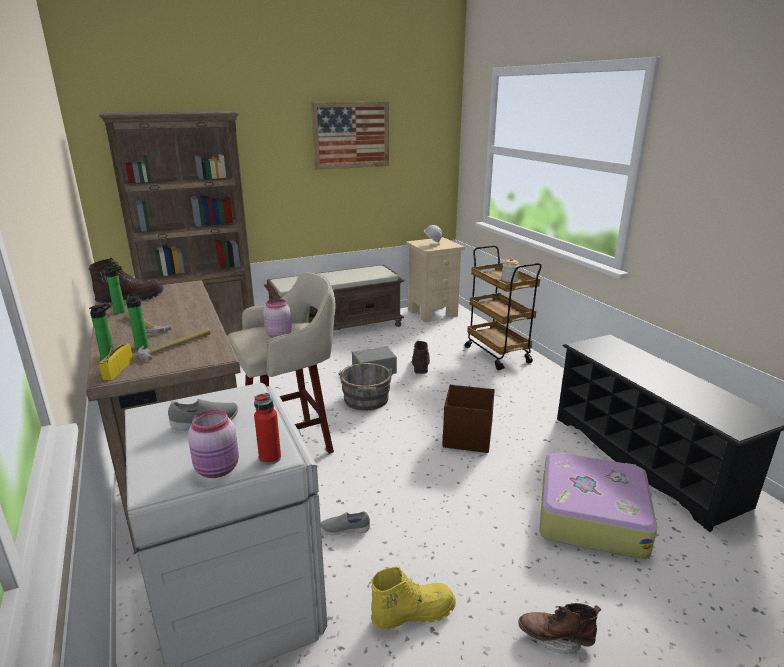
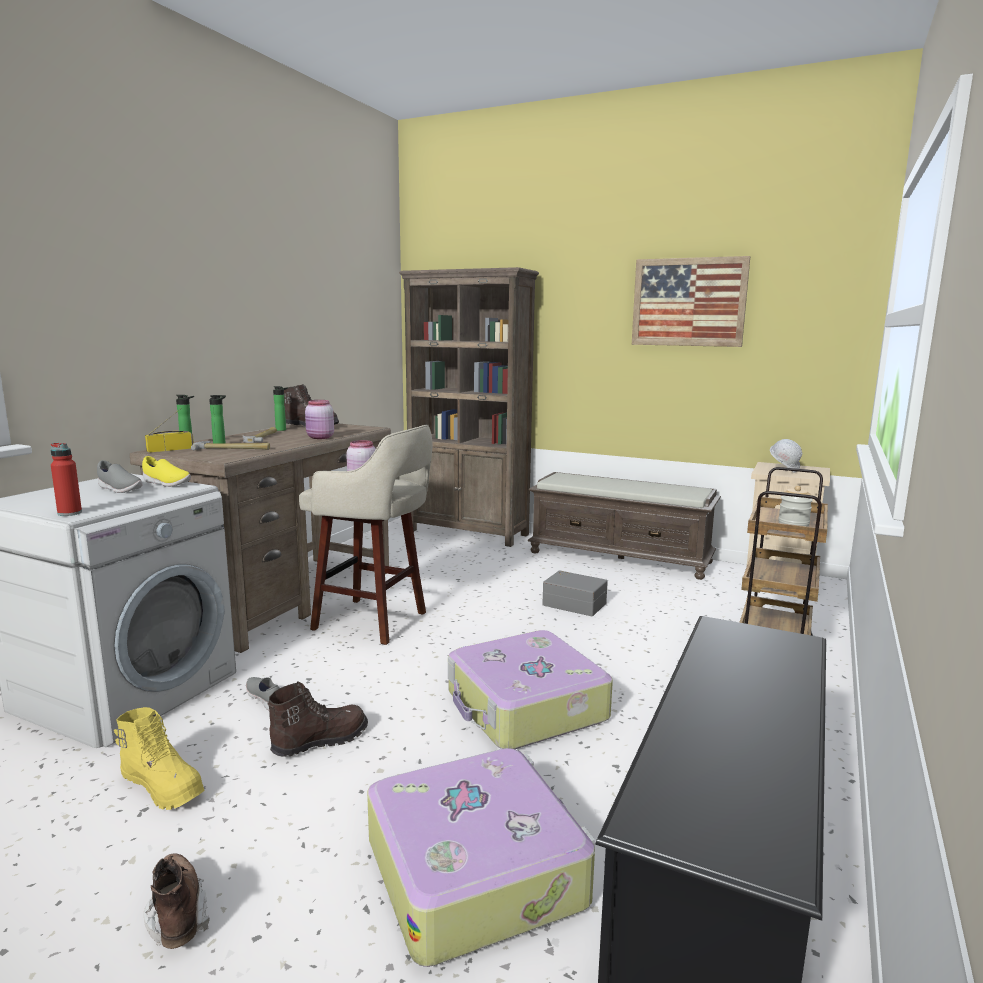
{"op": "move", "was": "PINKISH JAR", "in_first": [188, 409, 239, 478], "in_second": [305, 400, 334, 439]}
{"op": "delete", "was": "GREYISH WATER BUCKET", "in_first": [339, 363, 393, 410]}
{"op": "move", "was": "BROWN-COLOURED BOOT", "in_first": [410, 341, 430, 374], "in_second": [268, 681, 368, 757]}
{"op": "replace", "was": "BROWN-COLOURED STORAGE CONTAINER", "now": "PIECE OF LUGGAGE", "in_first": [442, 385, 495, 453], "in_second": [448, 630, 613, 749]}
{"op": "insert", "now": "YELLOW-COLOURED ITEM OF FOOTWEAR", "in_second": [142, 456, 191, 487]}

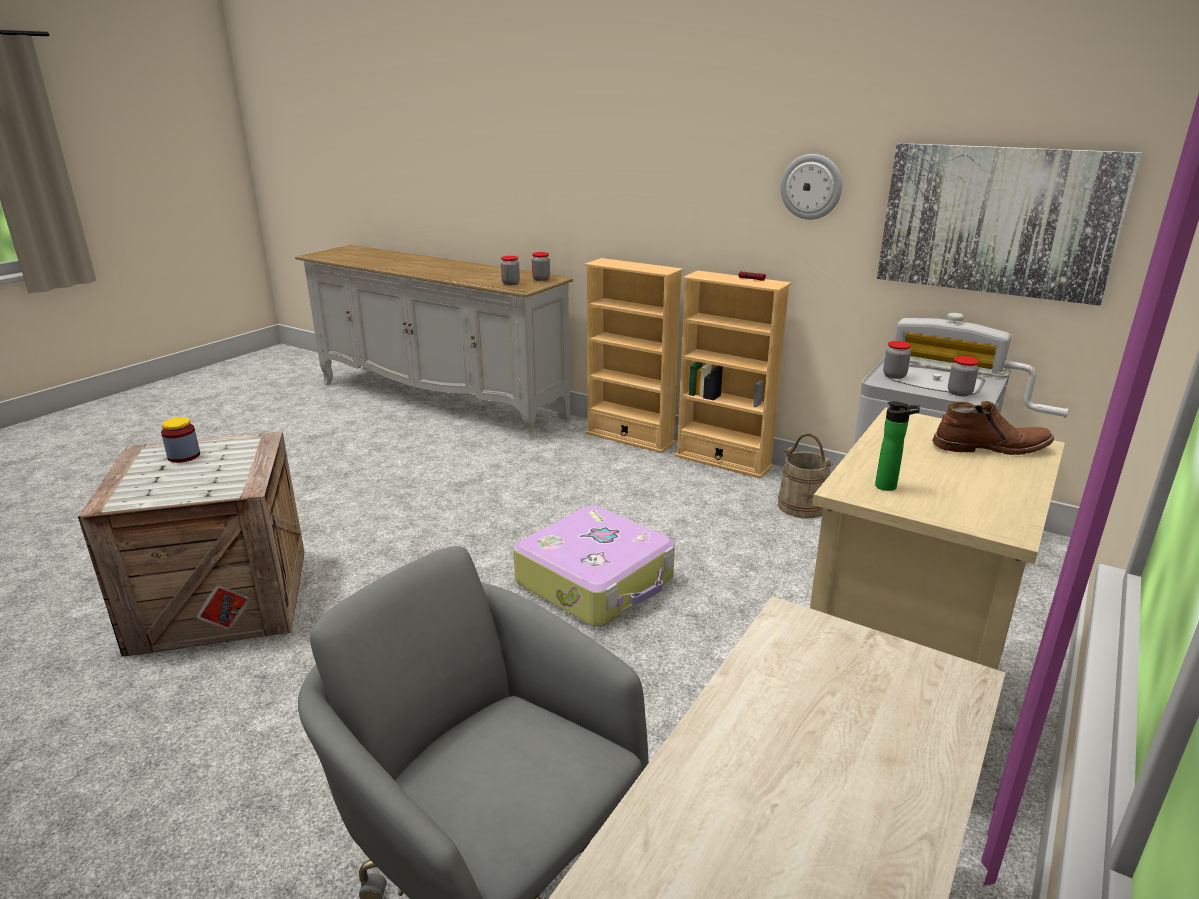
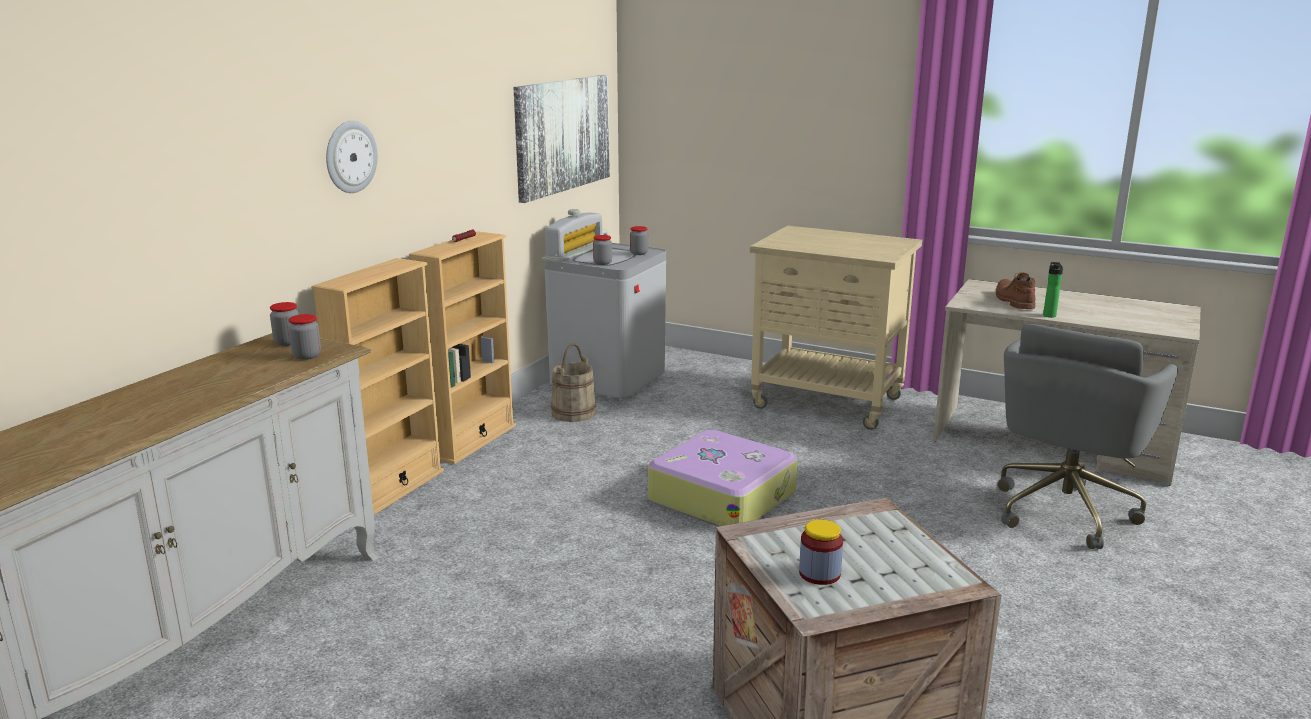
{"op": "move", "was": "HANGING CLOCK", "in_first": [781, 154, 842, 220], "in_second": [326, 121, 378, 193]}
{"op": "move", "was": "DRINK BOTTLE", "in_first": [875, 401, 920, 491], "in_second": [1043, 262, 1063, 318]}
{"op": "move", "was": "BROWN-COLOURED BOOT", "in_first": [932, 401, 1054, 455], "in_second": [996, 272, 1036, 309]}

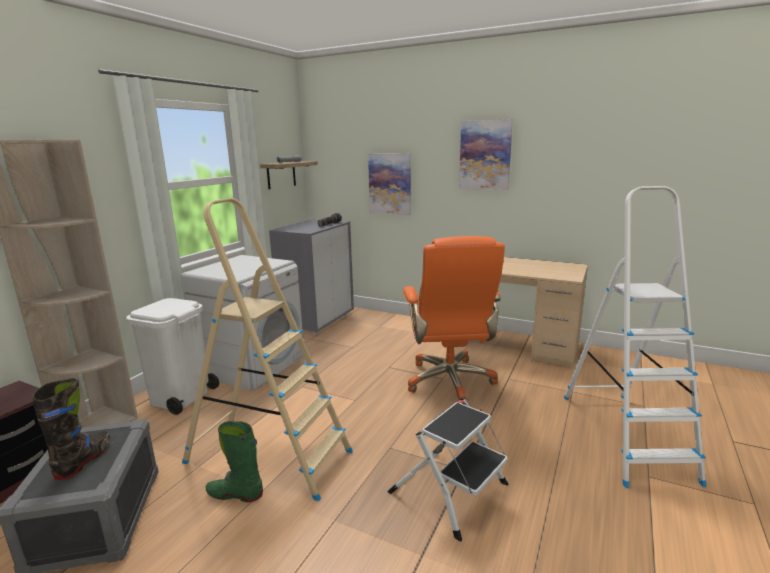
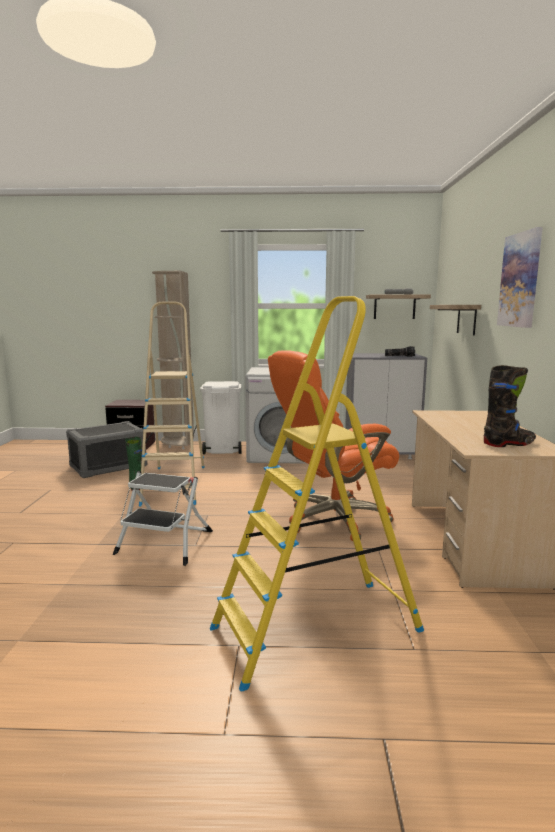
{"op": "move", "was": "BLACK-COLOURED BOOT", "in_first": [33, 378, 110, 480], "in_second": [484, 365, 536, 447]}
{"op": "replace", "was": "WALL ART", "now": "WALL SHELF", "in_first": [368, 153, 411, 215], "in_second": [430, 305, 481, 335]}
{"op": "recolor", "was": "WHITISH STEP STOOL", "now": "YELLOW-COLOURED STEP STOOL", "in_first": [564, 186, 706, 488], "in_second": [210, 296, 424, 691]}

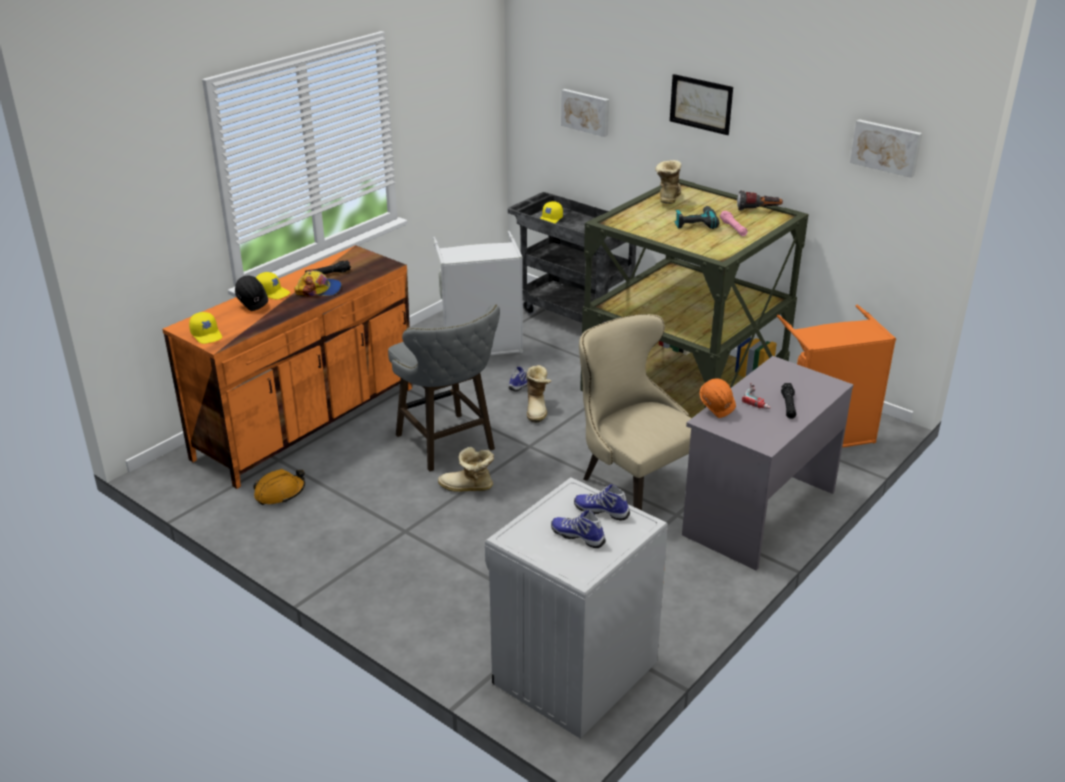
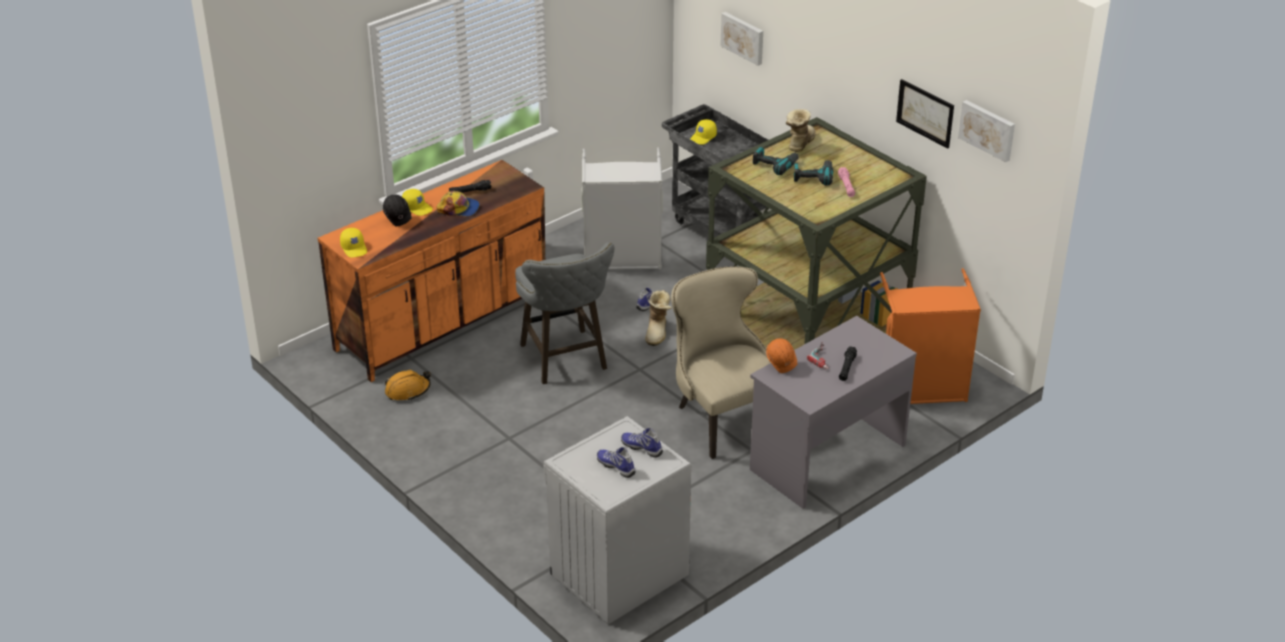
{"op": "delete", "was": "BOOT", "in_first": [438, 447, 494, 492]}
{"op": "move", "was": "WALL ART", "in_first": [670, 74, 733, 135], "in_second": [896, 79, 954, 149]}
{"op": "delete", "was": "HAND TORCH", "in_first": [737, 190, 783, 210]}
{"op": "insert", "now": "POWER DRILL", "in_second": [753, 147, 799, 175]}

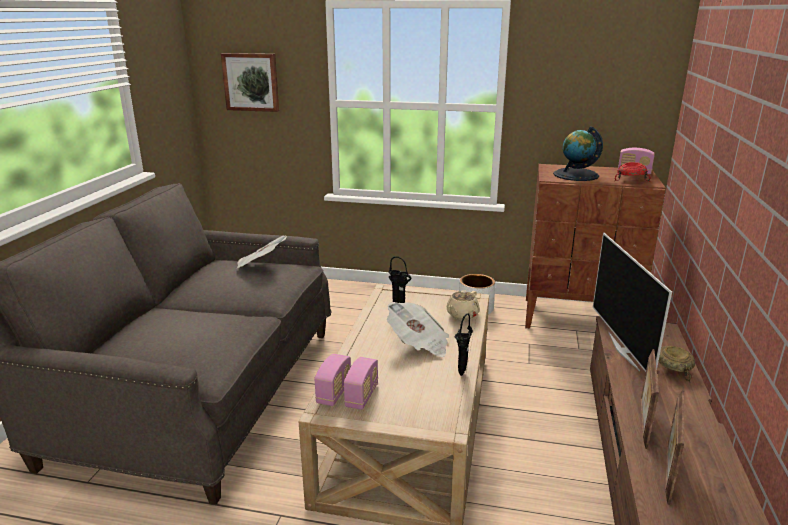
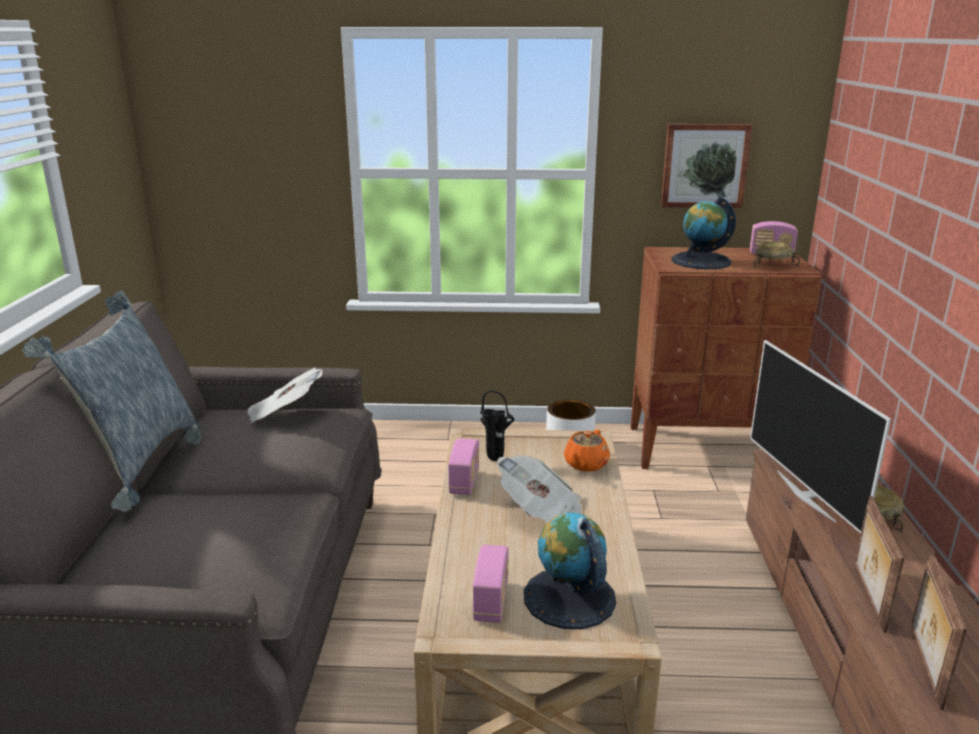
{"op": "move", "was": "WALL ART", "in_first": [221, 53, 279, 112], "in_second": [661, 124, 753, 208]}
{"op": "move", "was": "RADIO SET", "in_first": [314, 354, 351, 406], "in_second": [448, 438, 479, 495]}
{"op": "recolor", "was": "SAND-COLOURED POT FOR TEA", "now": "ORANGE POT FOR TEA", "in_first": [447, 290, 480, 320], "in_second": [564, 429, 610, 472]}
{"op": "delete", "was": "BLACK-COLOURED DECORATIVE VASE", "in_first": [454, 313, 473, 376]}
{"op": "recolor", "was": "RED BOWL", "now": "SAND-COLOURED BOWL", "in_first": [614, 162, 650, 182], "in_second": [753, 241, 800, 268]}
{"op": "insert", "now": "THROW PILLOW", "in_second": [22, 290, 202, 513]}
{"op": "insert", "now": "WORLD GLOBE", "in_second": [524, 512, 616, 629]}

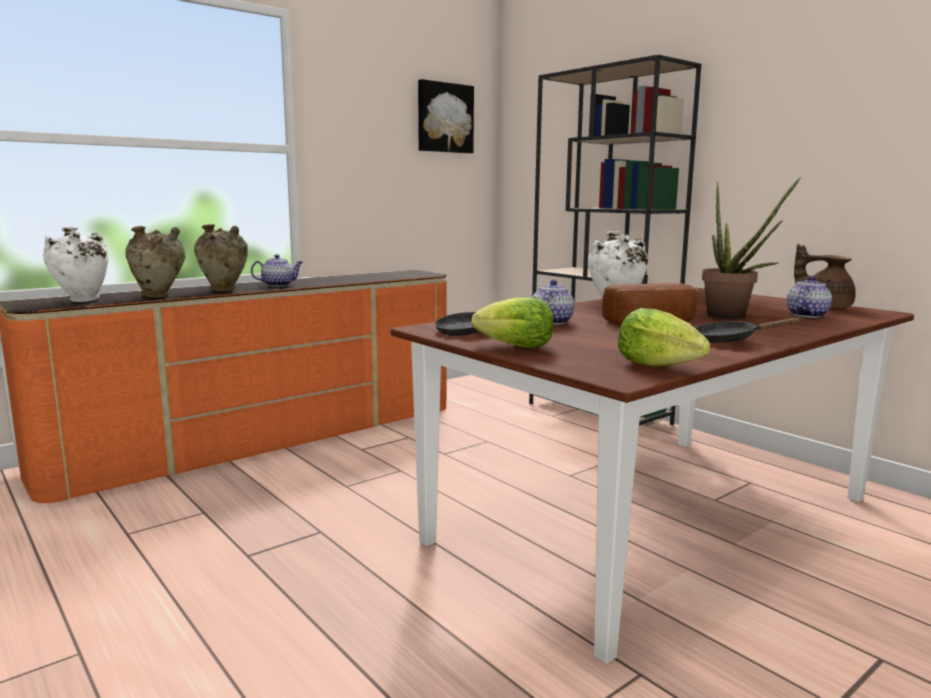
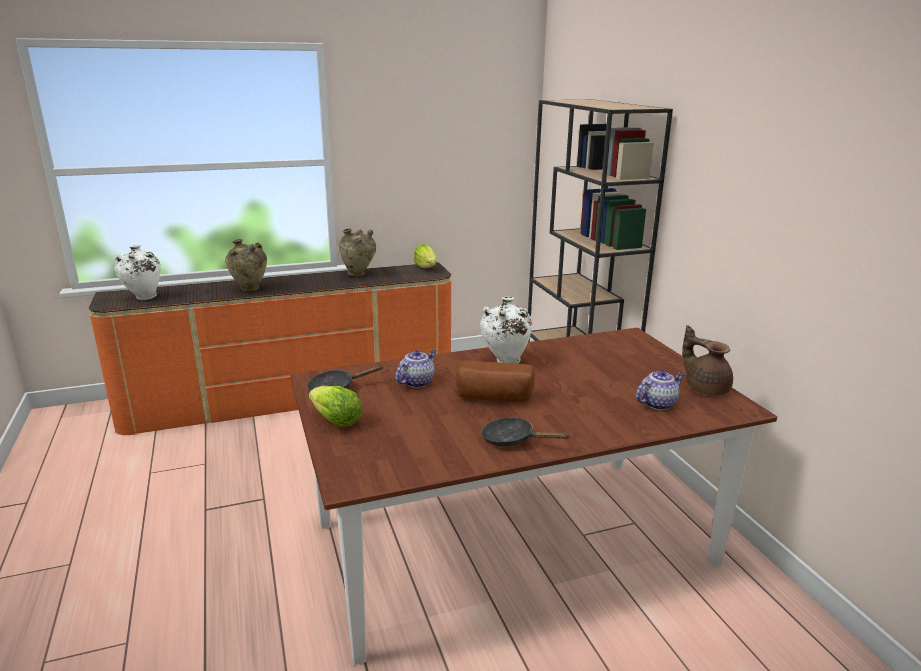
{"op": "move", "was": "SAND-COLOURED DECORATIVE VASE", "in_first": [125, 226, 186, 297], "in_second": [339, 228, 376, 277]}
{"op": "delete", "was": "POT FOR TEA", "in_first": [251, 254, 302, 286]}
{"op": "delete", "was": "WALL ART", "in_first": [418, 79, 474, 153]}
{"op": "move", "was": "LETTUCE HEAD", "in_first": [618, 308, 710, 367], "in_second": [414, 244, 437, 268]}
{"op": "delete", "was": "POTTED PLANT", "in_first": [702, 177, 800, 319]}

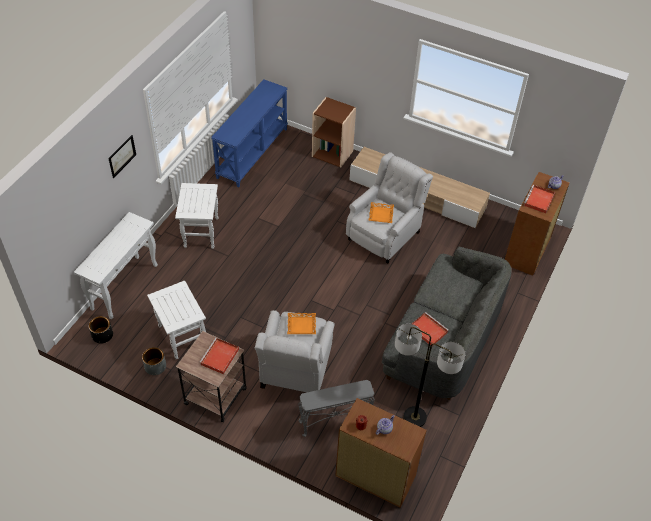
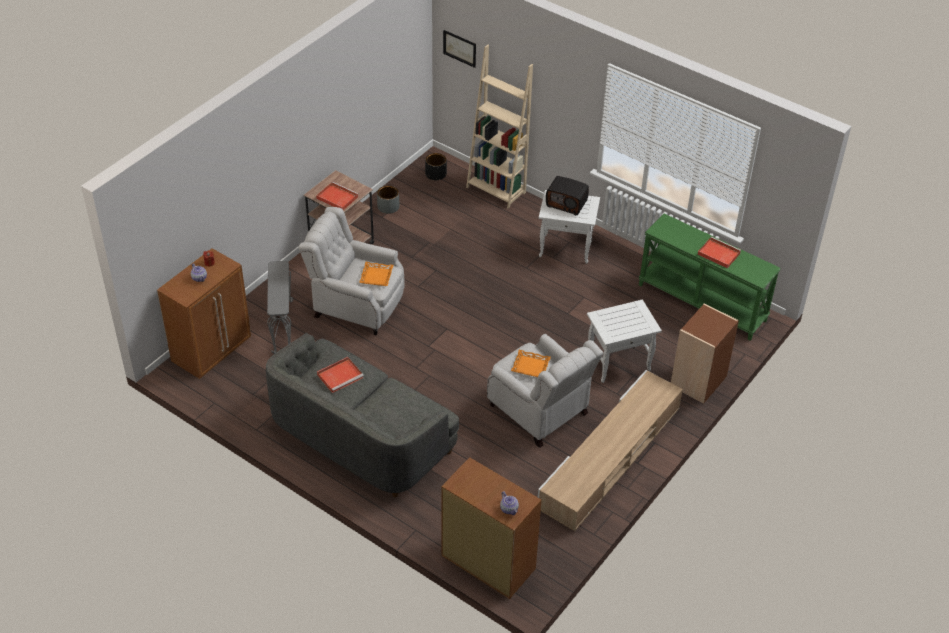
{"op": "replace", "was": "WHITISH CONSOLE TABLE", "now": "SAND-COLOURED BOOKCASE", "in_first": [74, 212, 158, 320], "in_second": [466, 45, 533, 208]}
{"op": "move", "was": "WALL ART", "in_first": [108, 135, 136, 178], "in_second": [443, 30, 476, 68]}
{"op": "move", "was": "WHITISH SIDE TABLE", "in_first": [147, 280, 206, 359], "in_second": [587, 299, 662, 383]}
{"op": "recolor", "was": "BLUE CONSOLE TABLE", "now": "GREEN CONSOLE TABLE", "in_first": [211, 79, 288, 187], "in_second": [639, 214, 781, 341]}
{"op": "delete", "was": "STANDING LAMP", "in_first": [395, 324, 465, 427]}
{"op": "move", "was": "RED TRAY", "in_first": [524, 185, 555, 213], "in_second": [698, 237, 741, 268]}
{"op": "insert", "now": "RADIO SET", "in_second": [546, 176, 589, 215]}

